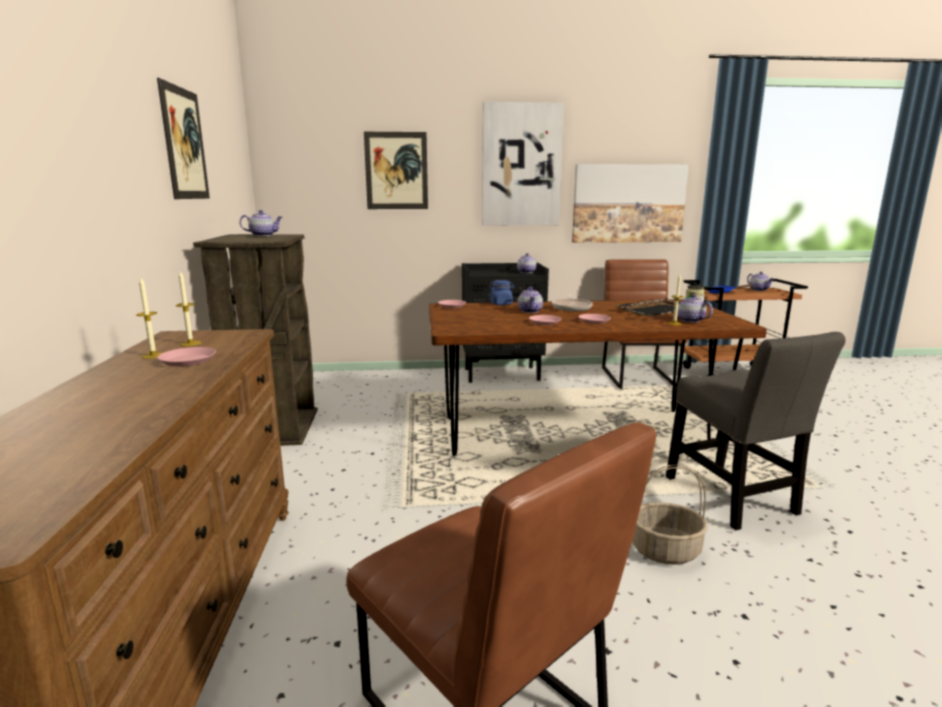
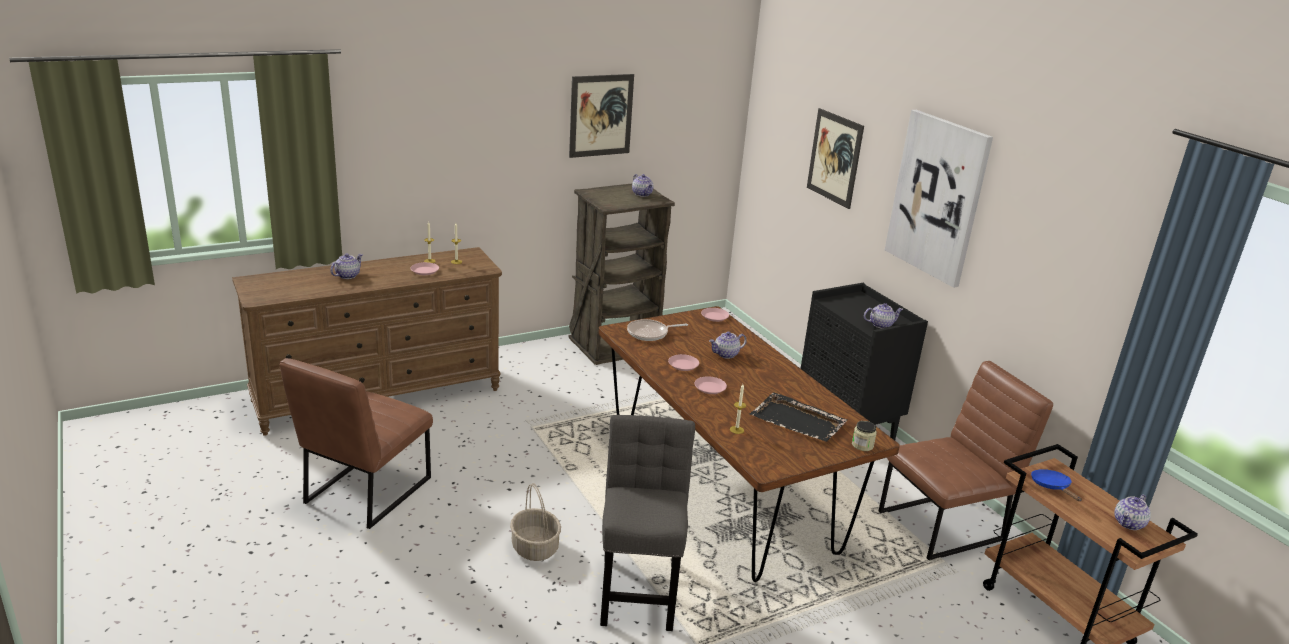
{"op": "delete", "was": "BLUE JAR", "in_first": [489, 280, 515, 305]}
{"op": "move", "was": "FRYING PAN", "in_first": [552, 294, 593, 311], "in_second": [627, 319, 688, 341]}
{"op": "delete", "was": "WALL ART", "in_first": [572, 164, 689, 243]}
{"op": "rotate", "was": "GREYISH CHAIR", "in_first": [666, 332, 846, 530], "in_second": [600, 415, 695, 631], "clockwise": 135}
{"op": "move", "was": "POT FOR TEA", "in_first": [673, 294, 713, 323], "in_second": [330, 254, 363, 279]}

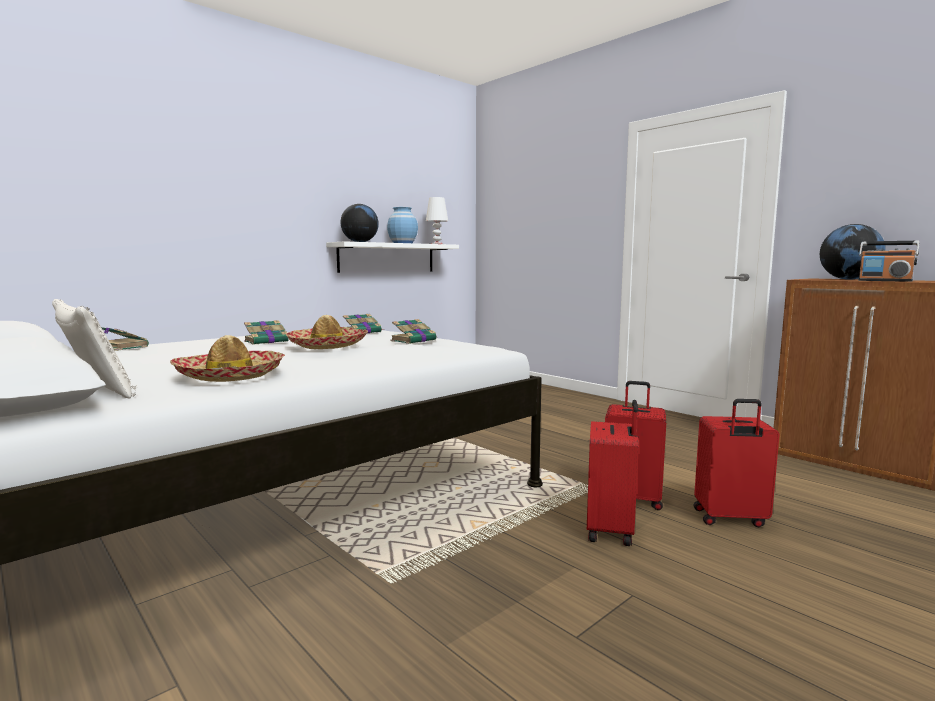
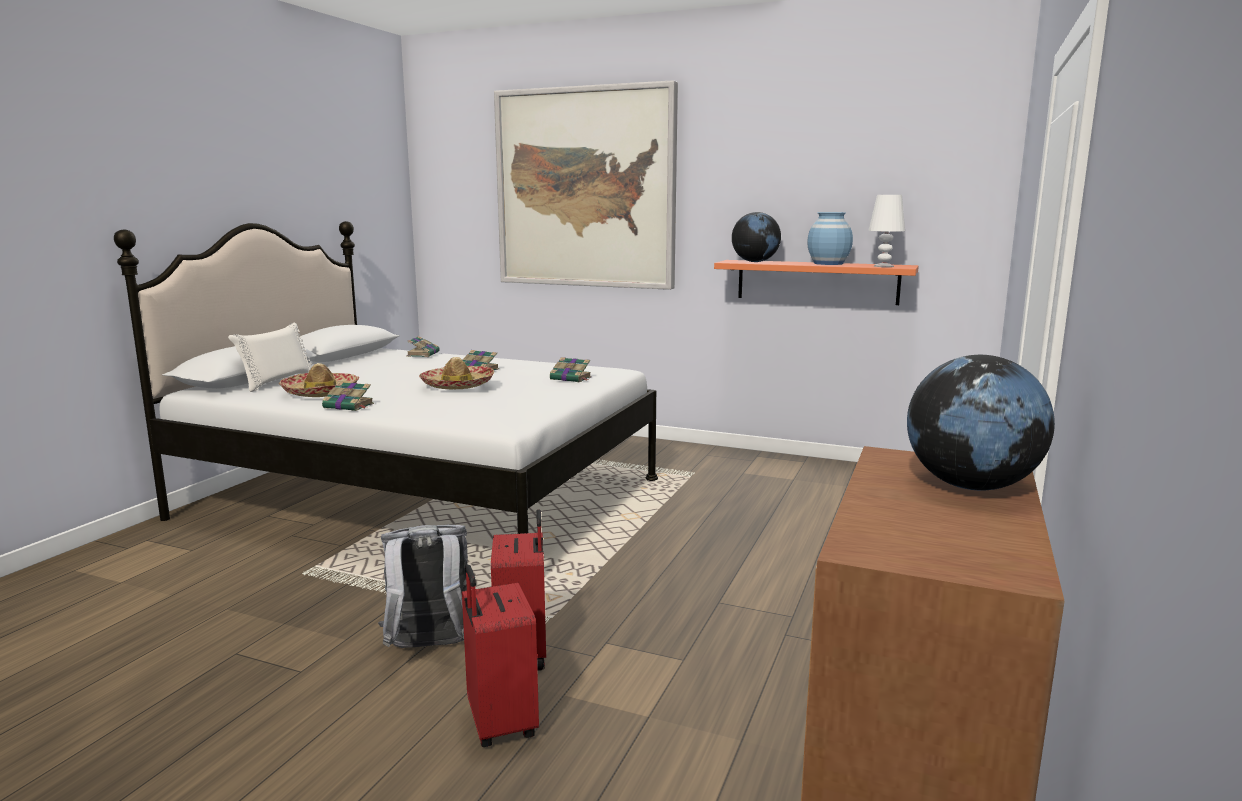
{"op": "recolor", "was": "WHITISH WALL SHELF", "now": "ORANGE WALL SHELF", "in_first": [326, 241, 459, 273], "in_second": [714, 260, 919, 305]}
{"op": "move", "was": "VOLUME", "in_first": [391, 319, 436, 344], "in_second": [322, 382, 374, 411]}
{"op": "replace", "was": "RED PIECE OF LUGGAGE", "now": "GREYISH BACKPACK", "in_first": [587, 400, 639, 546], "in_second": [378, 525, 468, 648]}
{"op": "delete", "was": "RADIO SET", "in_first": [858, 241, 920, 282]}
{"op": "insert", "now": "WALL ART", "in_second": [494, 80, 678, 290]}

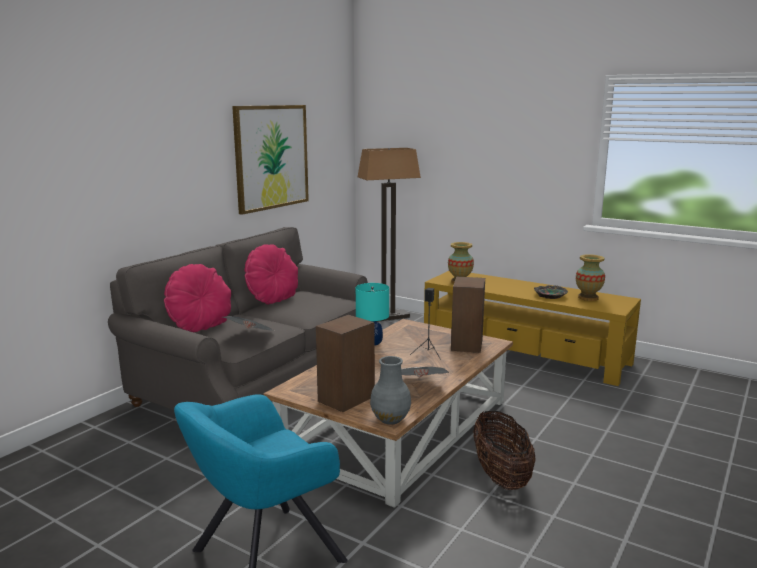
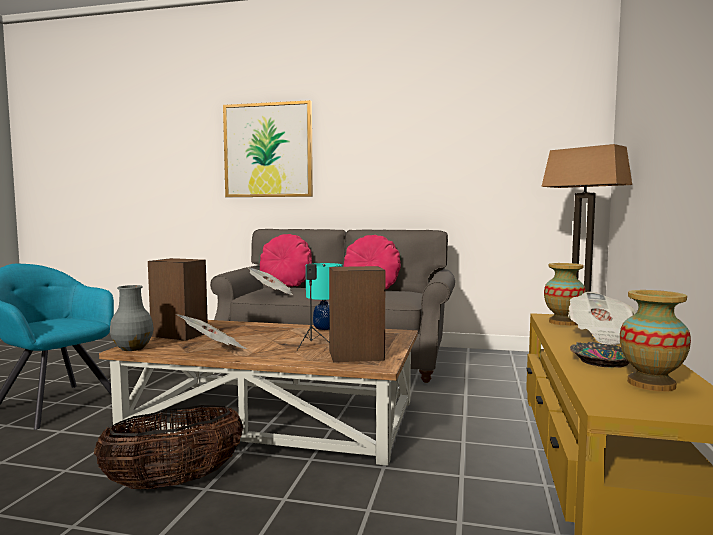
{"op": "move", "was": "WALL ART", "in_first": [232, 105, 309, 215], "in_second": [223, 100, 313, 197]}
{"op": "insert", "now": "NEWSPAPER", "in_second": [568, 292, 636, 345]}

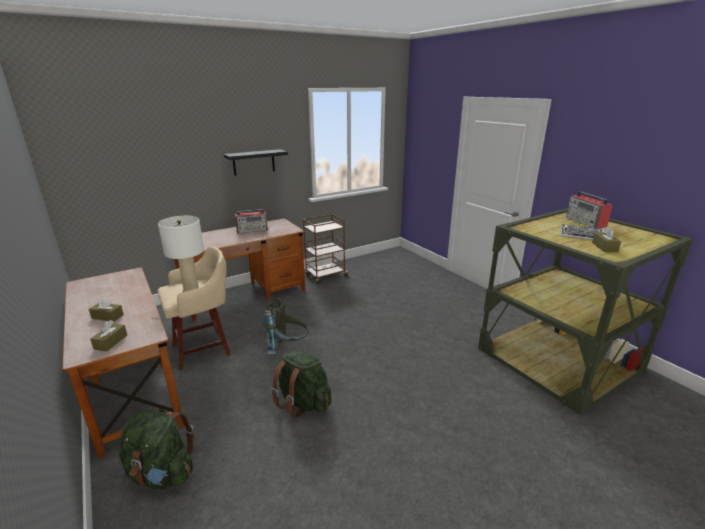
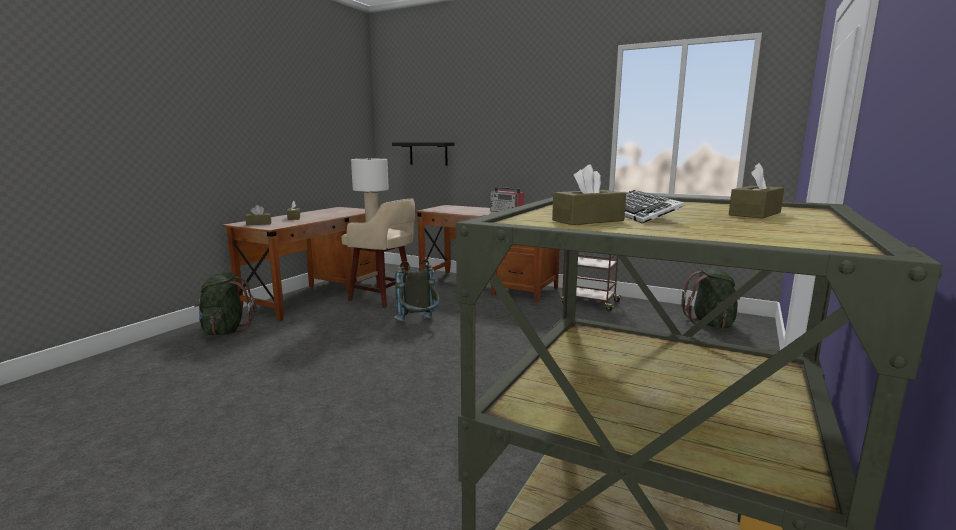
{"op": "move", "was": "BLACK-COLOURED WALL SHELF", "in_first": [224, 149, 288, 176], "in_second": [392, 142, 454, 166]}
{"op": "move", "was": "GREEN BACKPACK", "in_first": [271, 350, 332, 418], "in_second": [681, 268, 740, 328]}
{"op": "replace", "was": "RADIO SET", "now": "BROWN-COLOURED BOX OF TISSUES", "in_first": [566, 191, 613, 229], "in_second": [729, 163, 784, 219]}

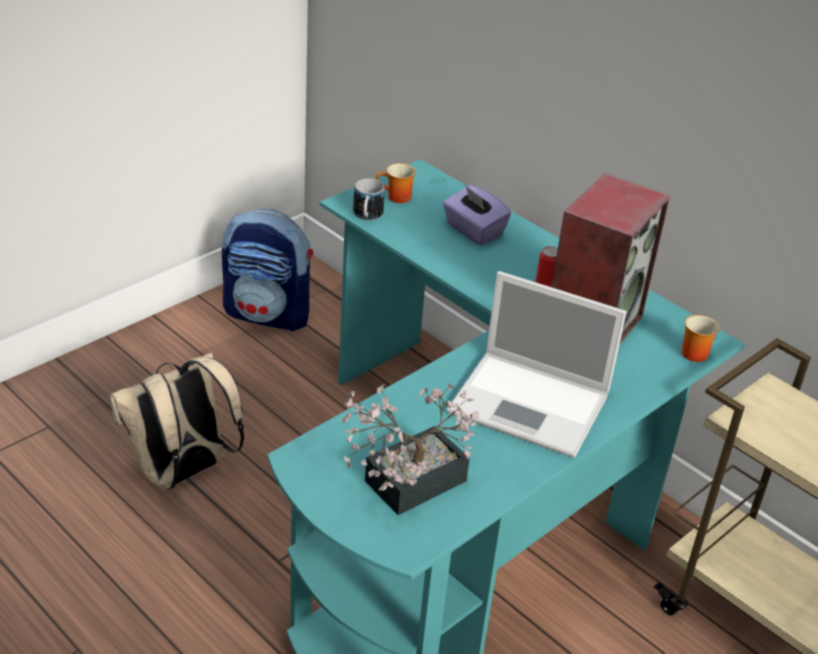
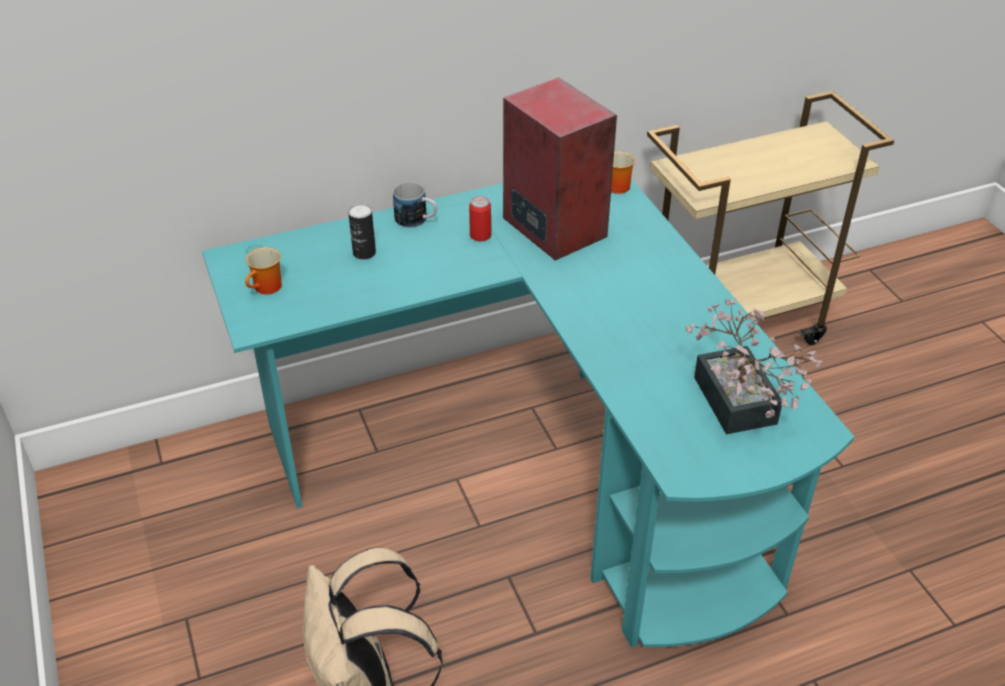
{"op": "delete", "was": "BACKPACK", "in_first": [222, 209, 313, 331]}
{"op": "move", "was": "COFFEE MUG", "in_first": [353, 178, 385, 221], "in_second": [393, 182, 437, 228]}
{"op": "replace", "was": "PURPLE-COLOURED BOX OF TISSUES", "now": "METAL CAN", "in_first": [443, 185, 511, 245], "in_second": [348, 204, 376, 260]}
{"op": "delete", "was": "PORTABLE COMPUTER", "in_first": [447, 271, 627, 458]}

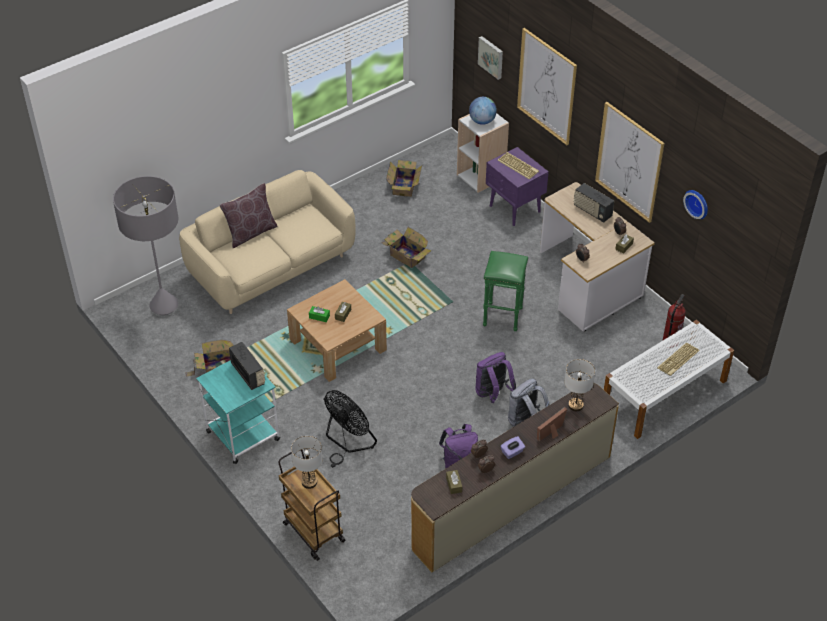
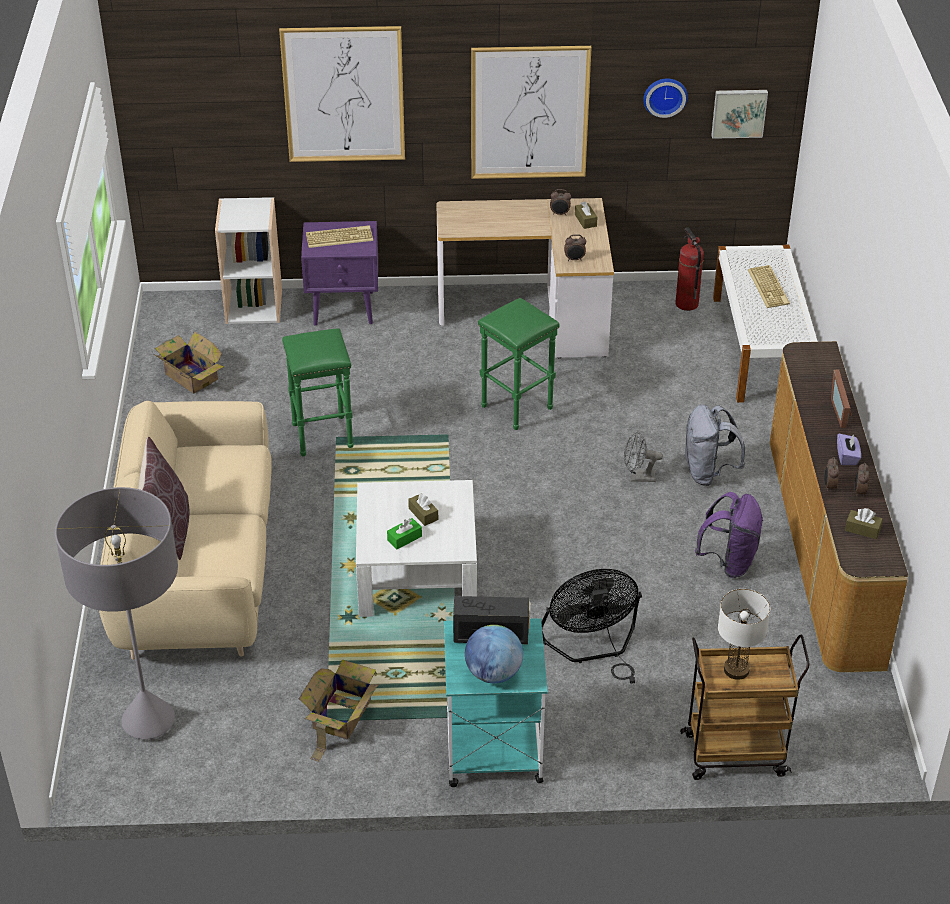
{"op": "recolor", "was": "BROWN-COLOURED COFFEE TABLE", "now": "WHITISH COFFEE TABLE", "in_first": [287, 279, 387, 382], "in_second": [356, 480, 477, 617]}
{"op": "replace", "was": "CARTON", "now": "GREEN SITTING STOOL", "in_first": [382, 227, 431, 268], "in_second": [282, 329, 353, 456]}
{"op": "move", "was": "WORLD GLOBE", "in_first": [469, 97, 497, 125], "in_second": [465, 625, 523, 683]}
{"op": "replace", "was": "PURPLE-COLOURED BACKPACK", "now": "GREYISH FAN", "in_first": [475, 352, 516, 403], "in_second": [624, 431, 663, 482]}
{"op": "move", "was": "WALL ART", "in_first": [478, 36, 503, 80], "in_second": [711, 90, 768, 139]}
{"op": "delete", "was": "TABLETOP LAMP", "in_first": [565, 359, 595, 411]}
{"op": "delete", "was": "RADIO SET", "in_first": [573, 183, 614, 222]}

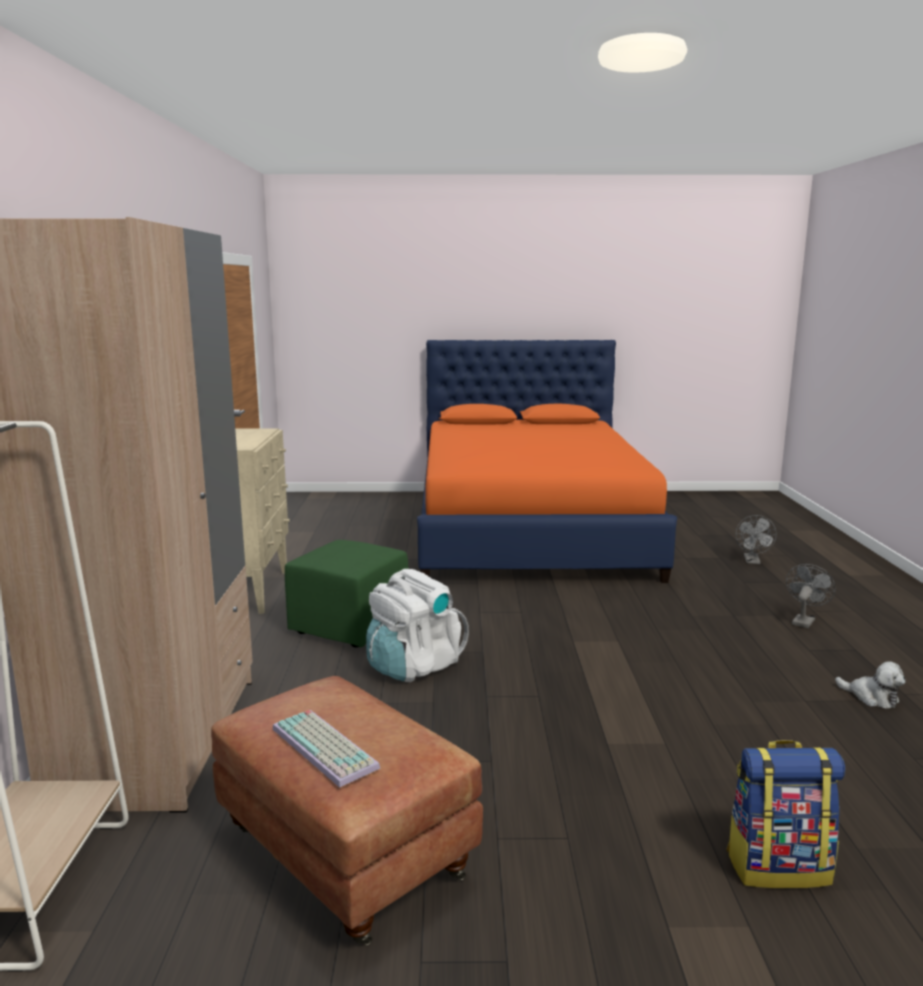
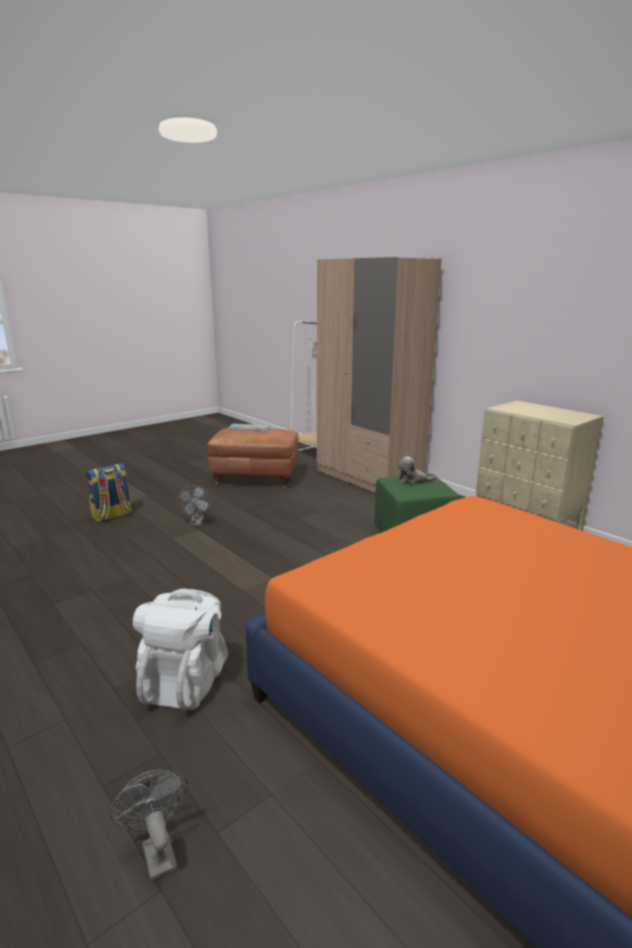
{"op": "move", "was": "WHITISH BACKPACK", "in_first": [366, 569, 469, 682], "in_second": [133, 589, 228, 710]}
{"op": "move", "was": "GREYISH FAN", "in_first": [786, 564, 835, 628], "in_second": [177, 485, 211, 526]}
{"op": "move", "was": "CUDDLY TOY", "in_first": [835, 661, 906, 709], "in_second": [398, 456, 436, 485]}

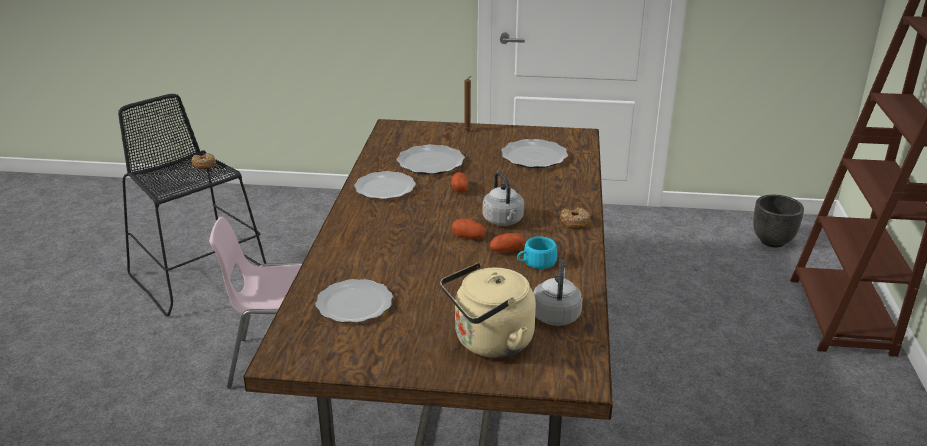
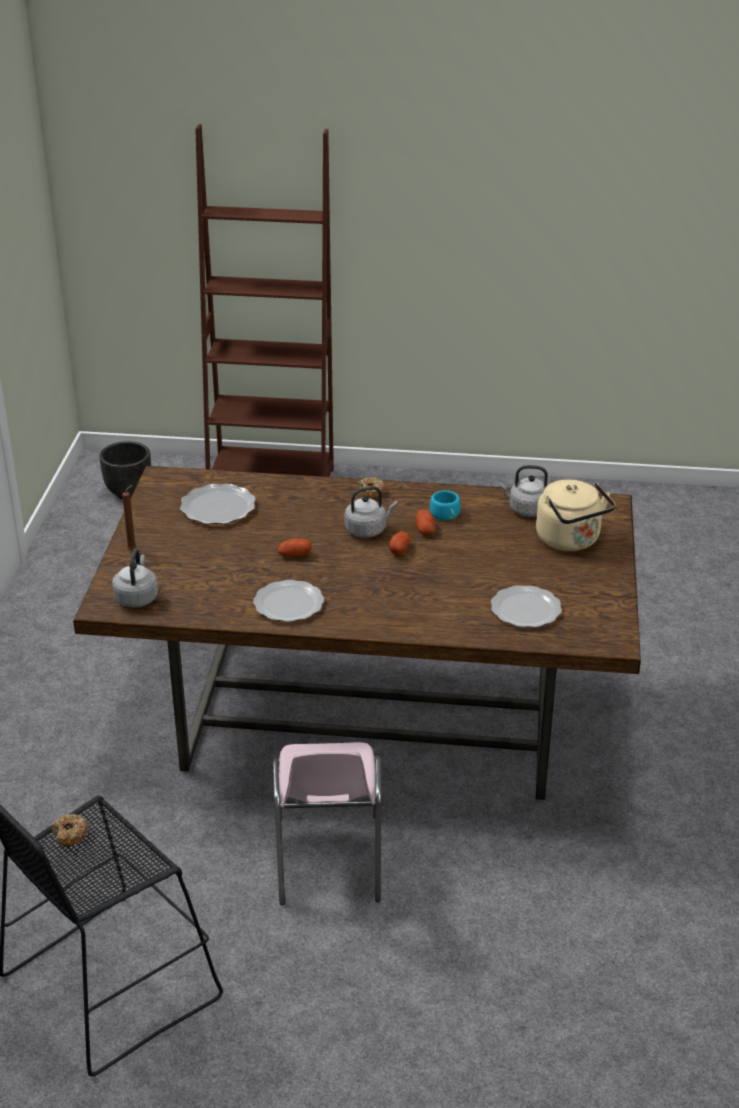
{"op": "delete", "was": "FLAT DISH", "in_first": [397, 144, 465, 175]}
{"op": "insert", "now": "GREYISH KETTLE", "in_second": [112, 549, 158, 608]}

